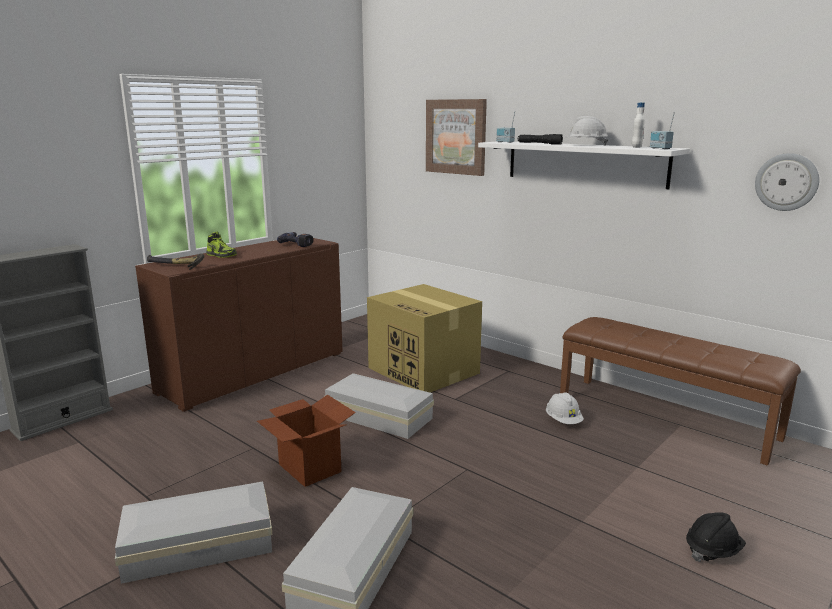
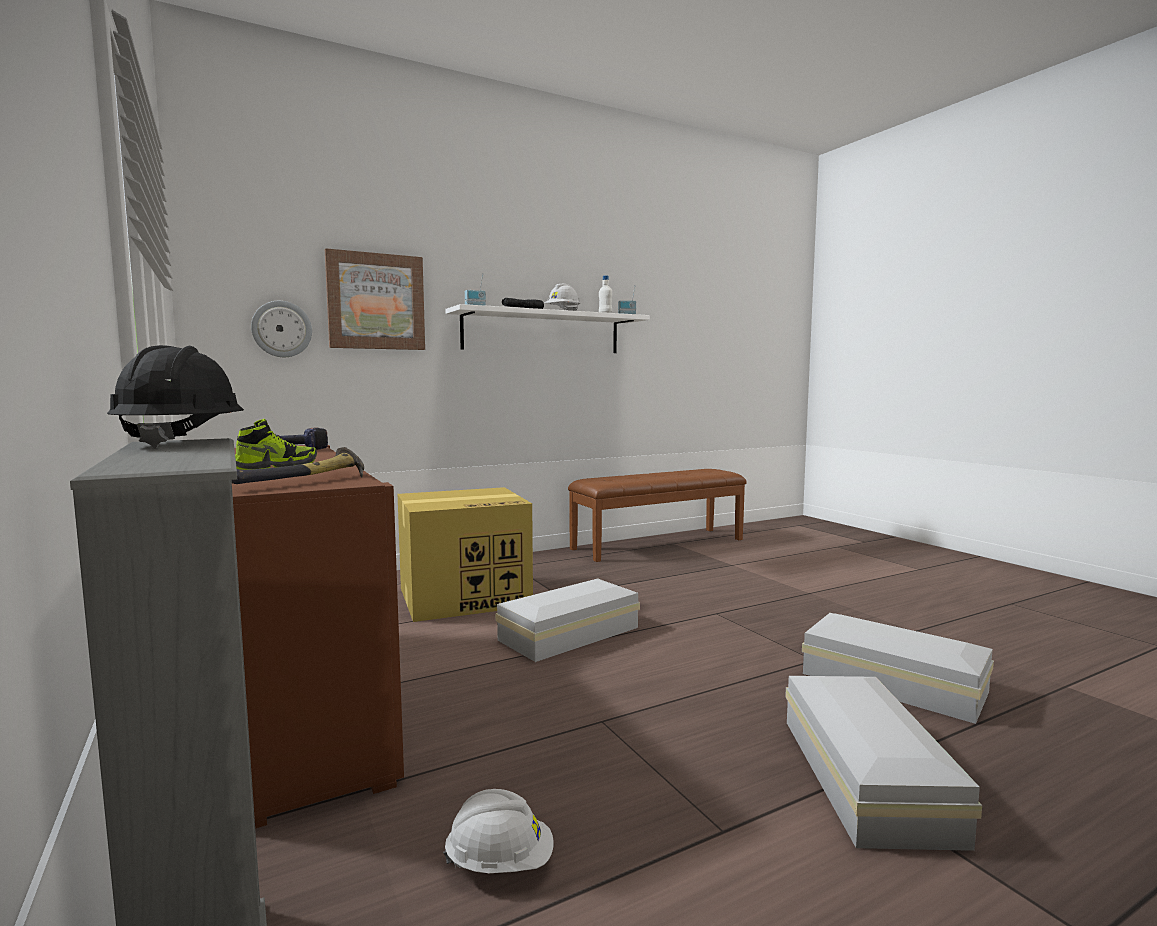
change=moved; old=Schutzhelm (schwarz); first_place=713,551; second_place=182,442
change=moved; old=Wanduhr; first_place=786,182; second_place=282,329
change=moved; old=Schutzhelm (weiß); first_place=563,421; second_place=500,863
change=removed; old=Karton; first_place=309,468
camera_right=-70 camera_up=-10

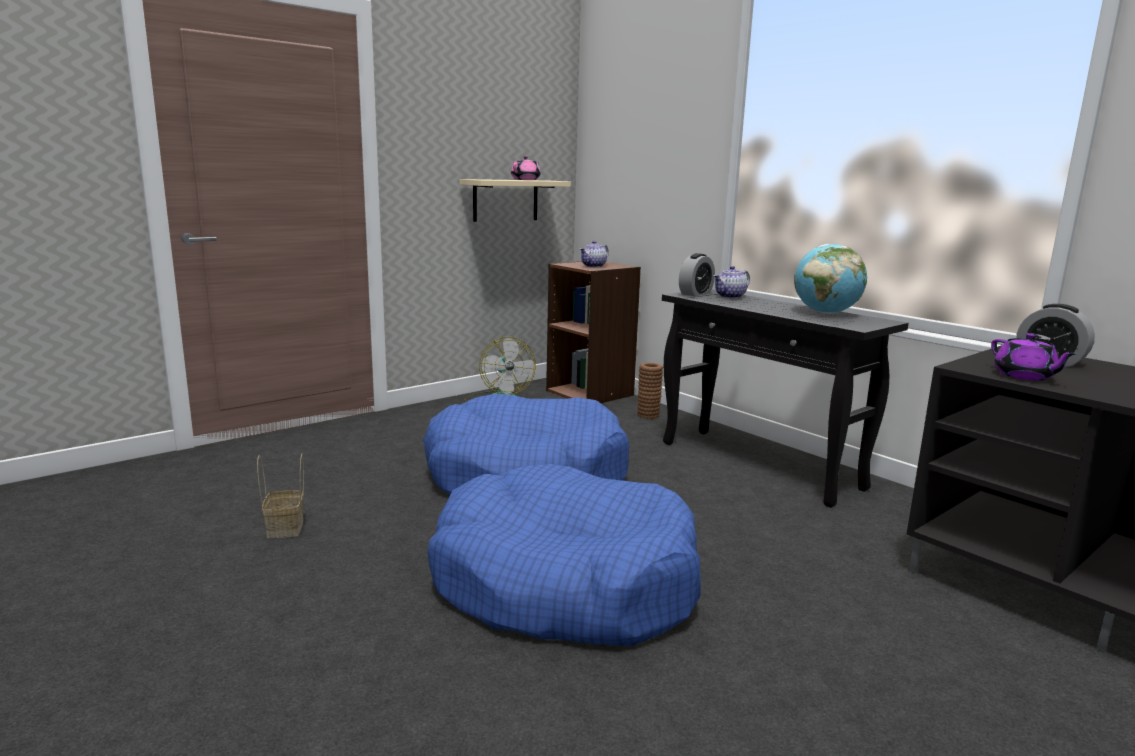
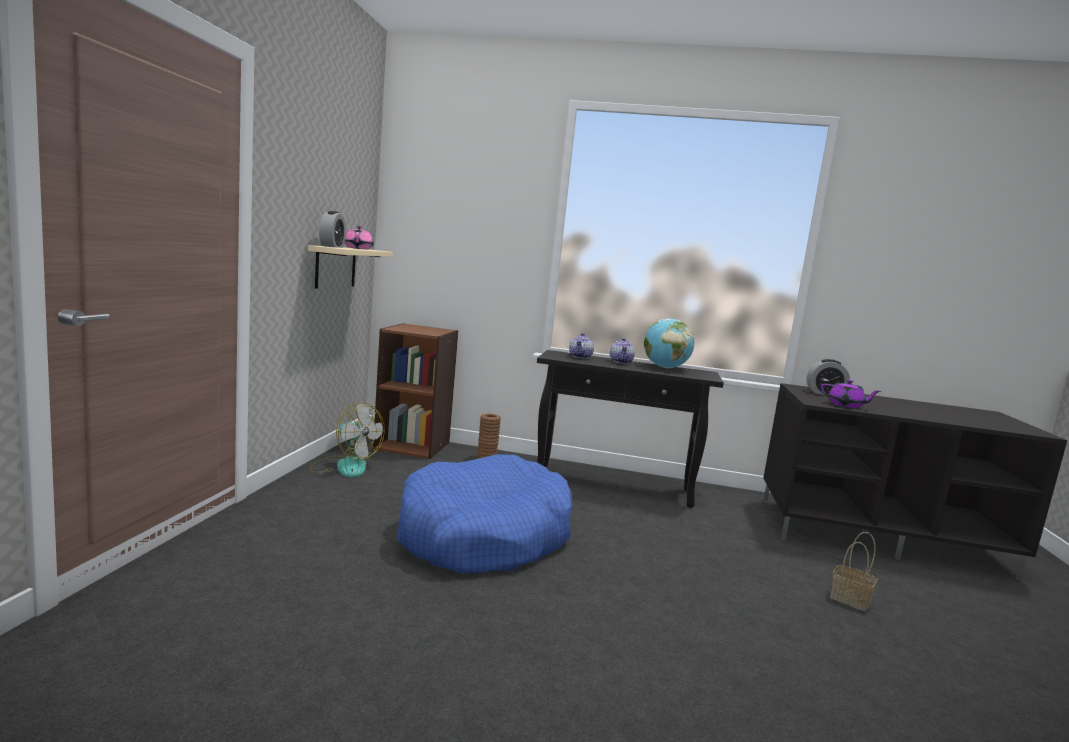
change=moved; old=Wecker; first_place=695,294; second_place=332,246
change=moved; old=Teekanne; first_place=593,266; second_place=621,362
change=moved; old=Korb; first_place=286,528; second_place=851,600
change=removed; old=Hundebett (blau); first_place=564,582
camera_right=-40 camera_up=-5

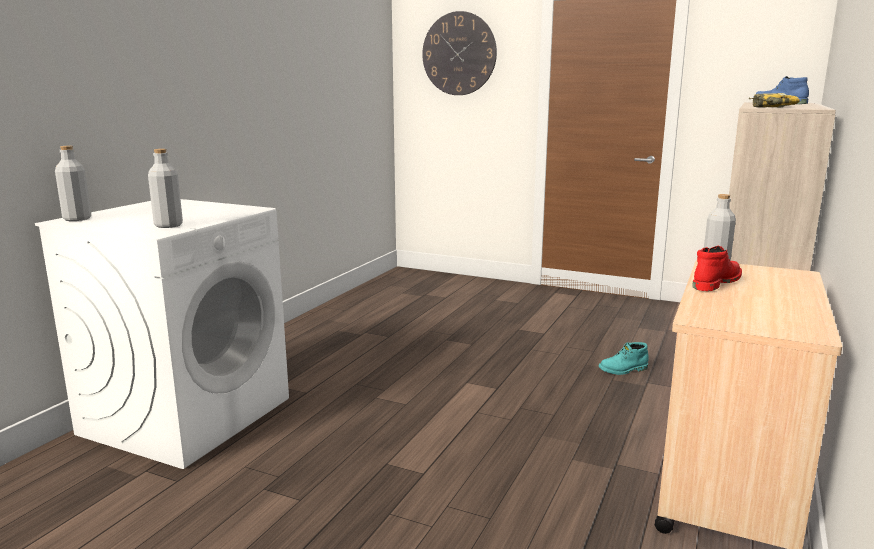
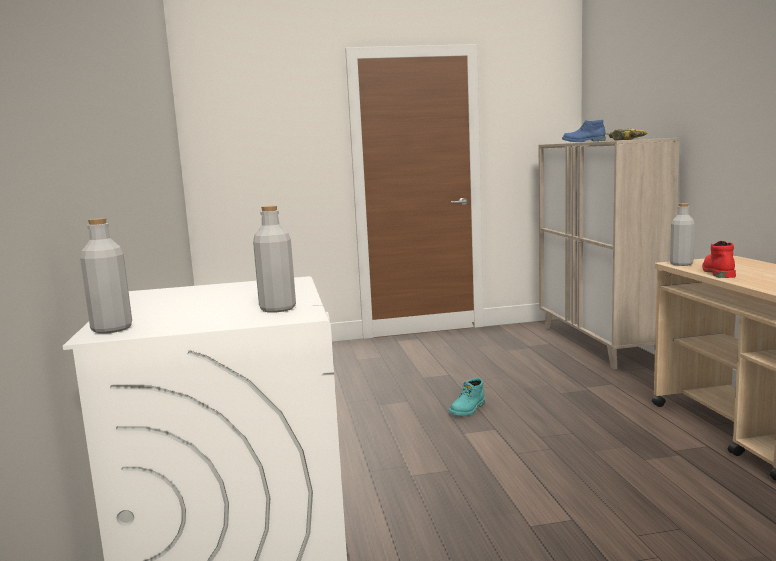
change=moved; old=Stiefel (türkis); first_place=623,370; second_place=468,409
change=removed; old=Wanduhr; first_place=459,54
camera_right=-35 camera_up=-5

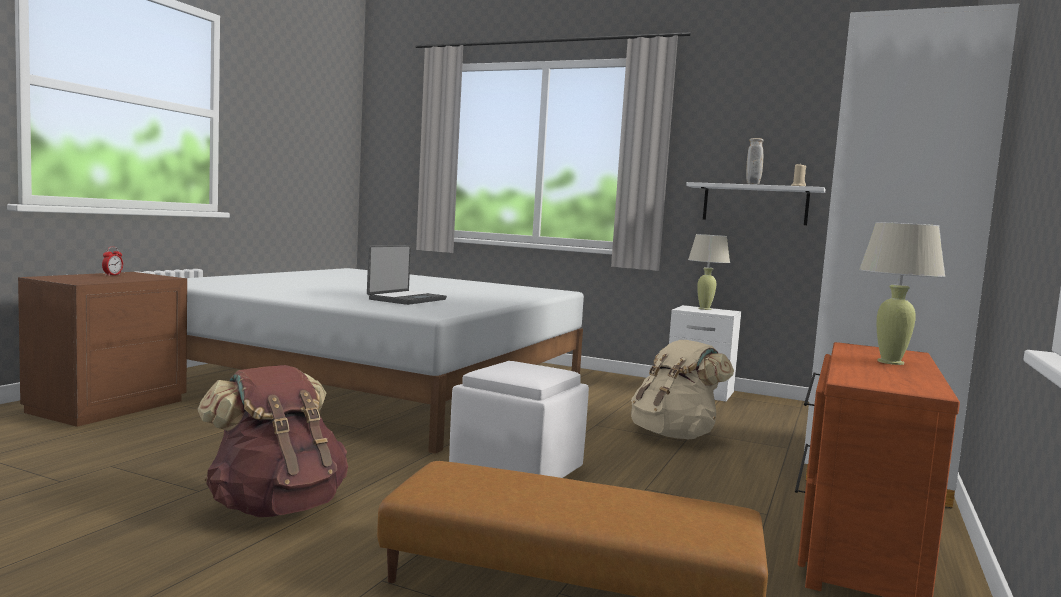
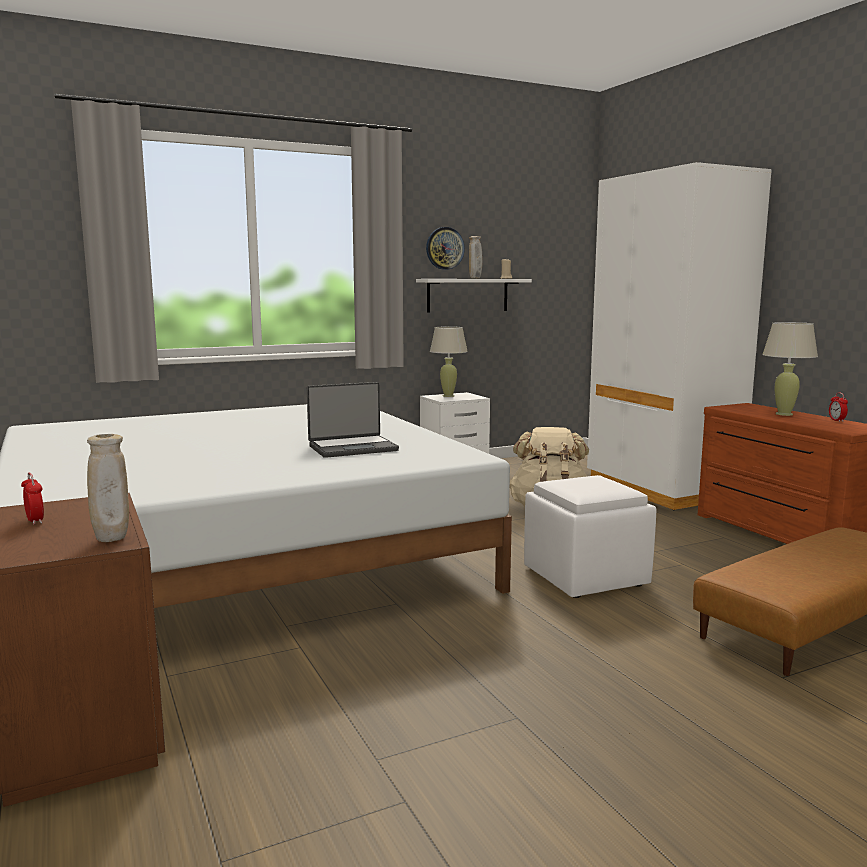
change=added; new=Vase (beige); second_place=112,539
change=turned; old=Laptop; first_place=406,299; second_place=352,448; degrees=90
change=added; new=Wanduhr; second_place=444,248
change=added; new=Wecker; second_place=837,420
change=removed; old=Rucksack (braun); first_place=276,507
camera_right=-50 camera_up=5

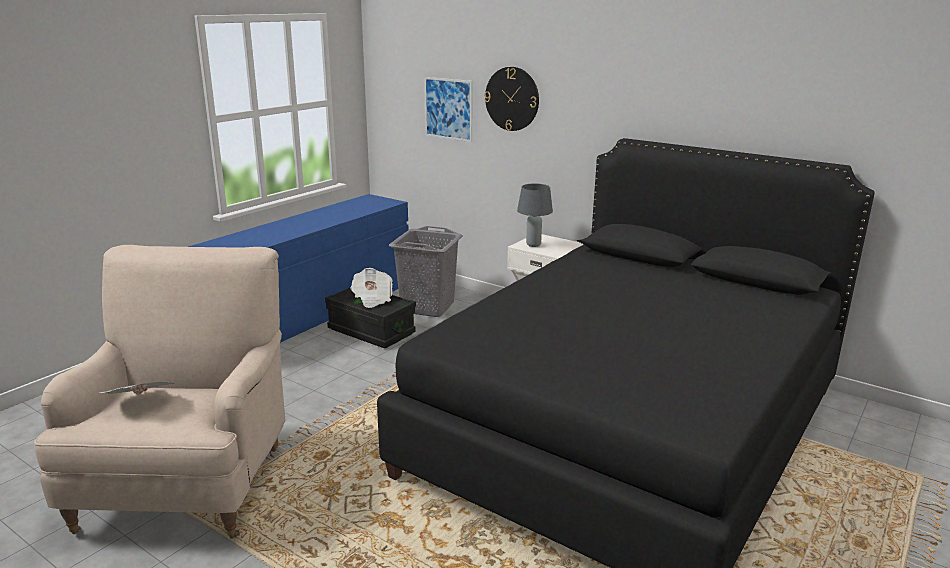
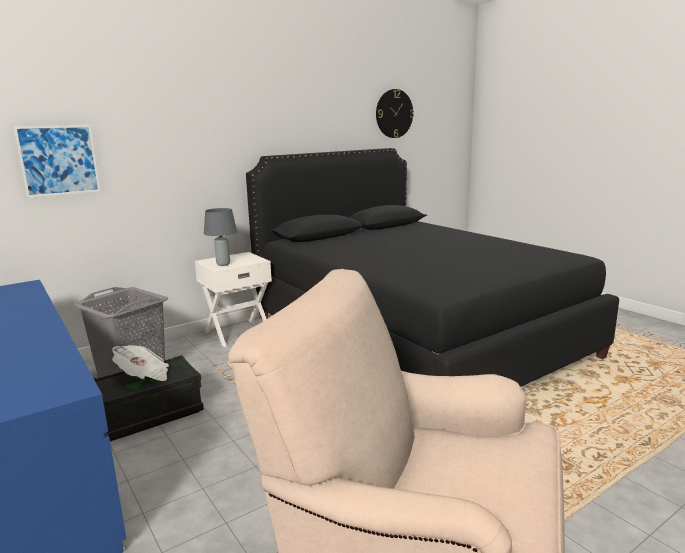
change=moved; old=Wanduhr; first_place=512,99; second_place=394,113
change=removed; old=Zeitung; first_place=142,404
camera_right=-70 camera_up=-5

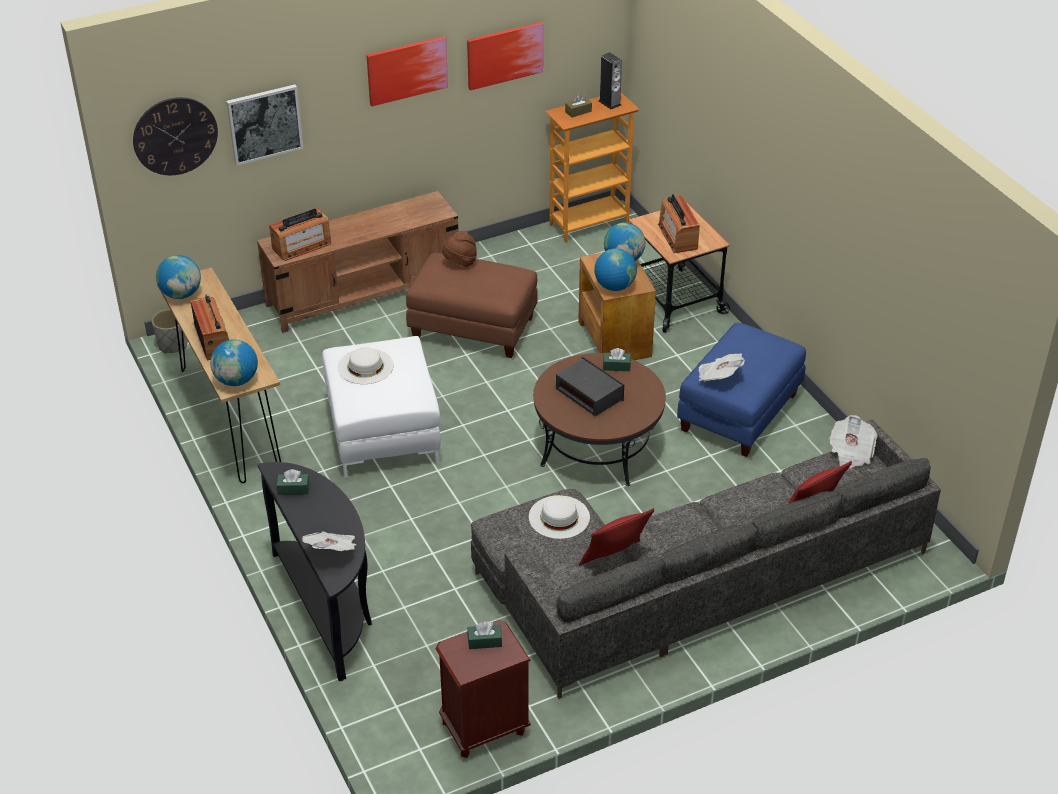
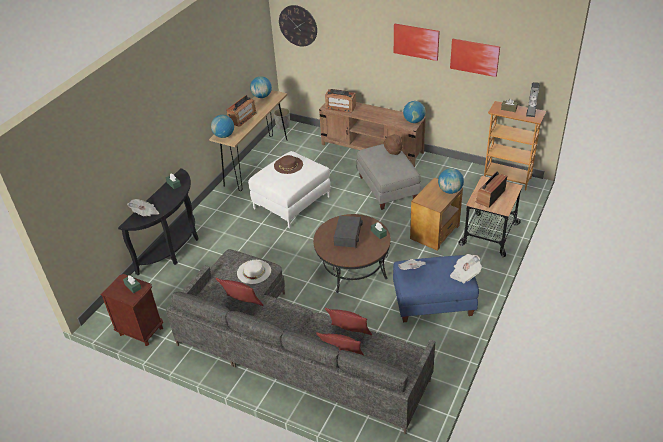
change=recoloured; old=Hut (weiß); new=Hut (braun); first_place=365,366; second_place=288,165
change=added; new=Kissen (rot); second_place=349,334
change=recoloured; old=Polsterhocker (braun); new=Polsterhocker (grau); first_place=474,327; second_place=388,188
change=moved; old=Globus; first_place=614,286; second_place=413,121
change=moved; old=Zeitung; first_place=850,453; second_place=464,274
change=removed; old=Bild; first_place=264,123
camera_right=55 camera_up=0

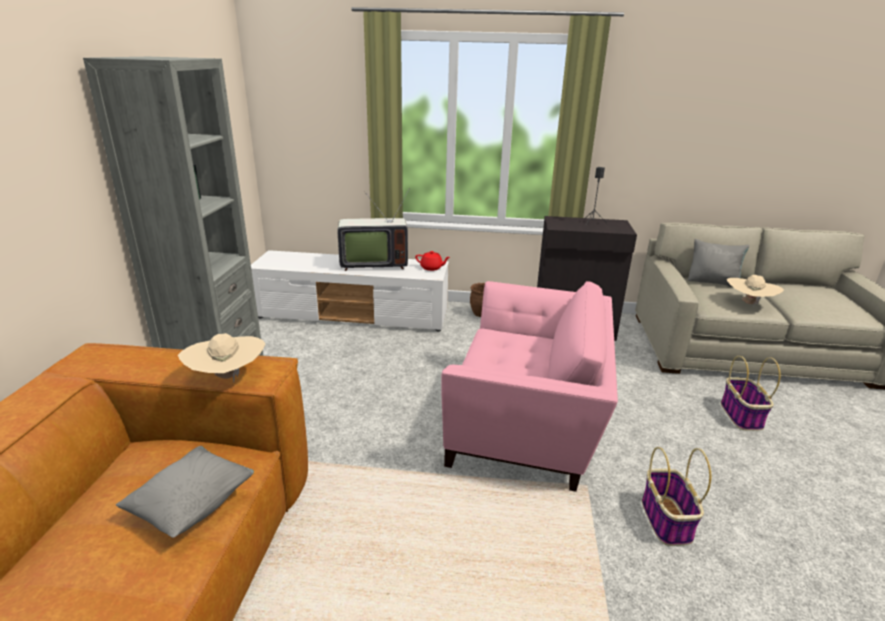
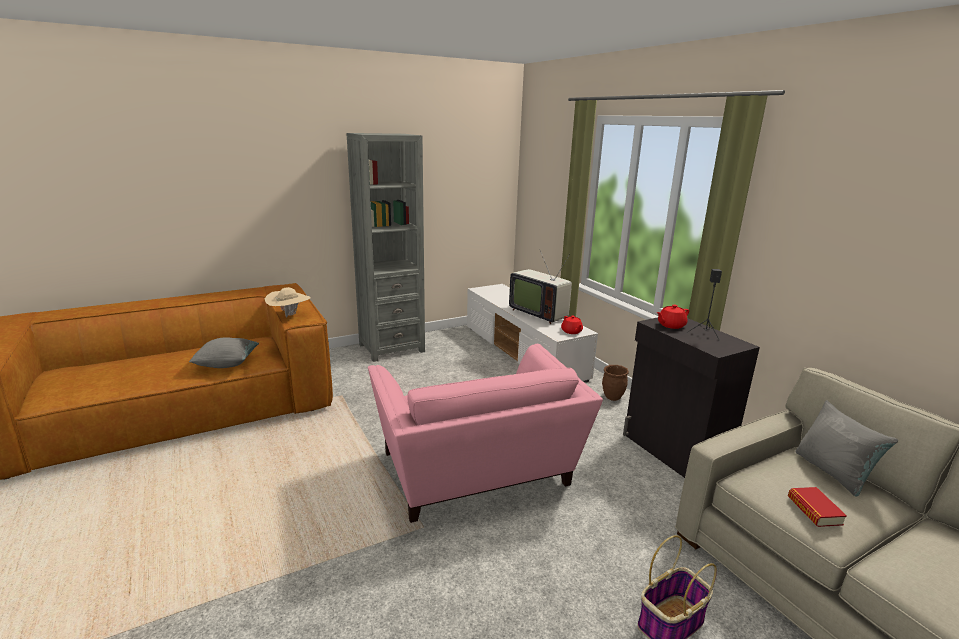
change=added; new=Teekanne (rot); second_place=670,325
change=replaced; old=Hut (beige); new=Buch; first_place=749,303; second_place=814,510
change=removed; old=Korb; first_place=667,521
camera_right=55 camera_up=-5

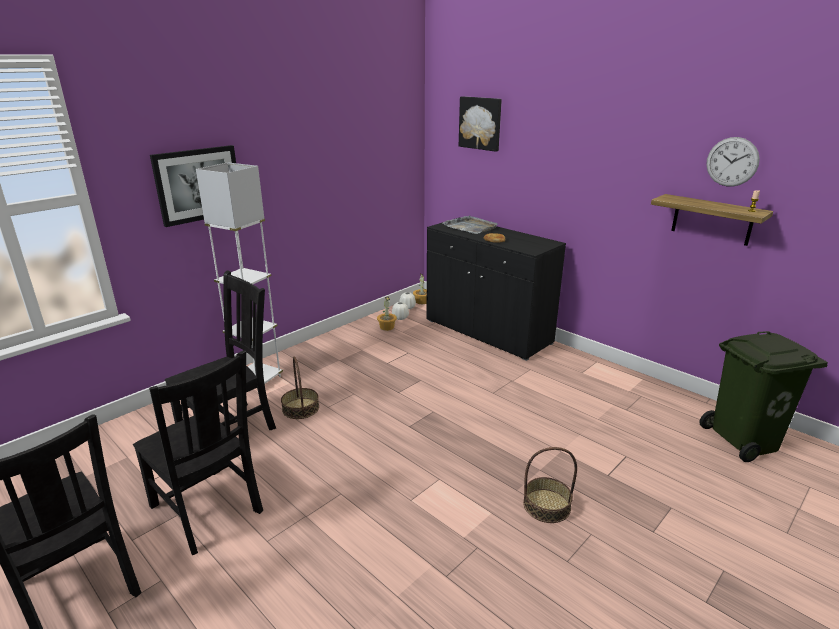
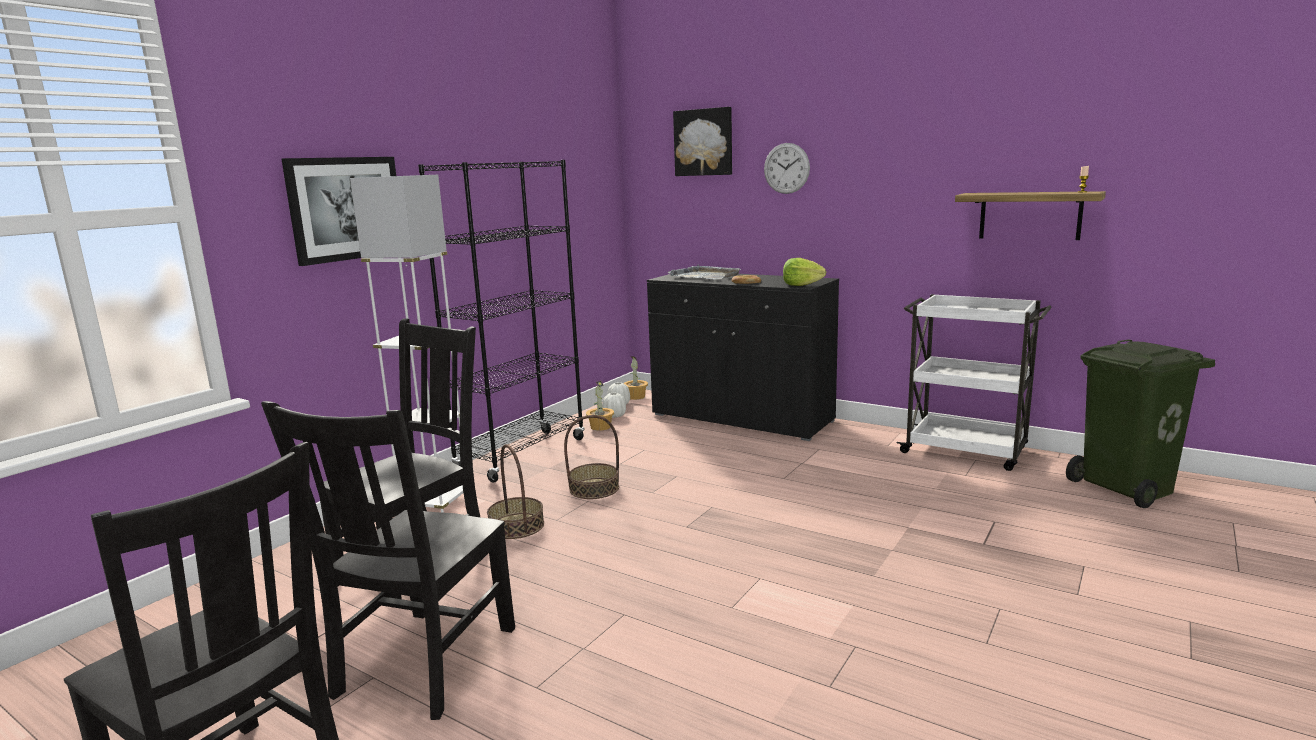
change=turned; old=Stuhl (schwarz); first_place=208,511; second_place=423,664; degrees=75
change=added; new=Bücherregal (schwarz); second_place=522,455
change=moved; old=Korb; first_place=546,505; second_place=594,488
change=moved; old=Wanduhr; first_place=732,162; second_place=786,168
change=added; new=Salatkopf; second_place=801,285
change=added; new=Rollwagen (weiß); second_place=966,451
camera_right=-10 camera_up=-10

